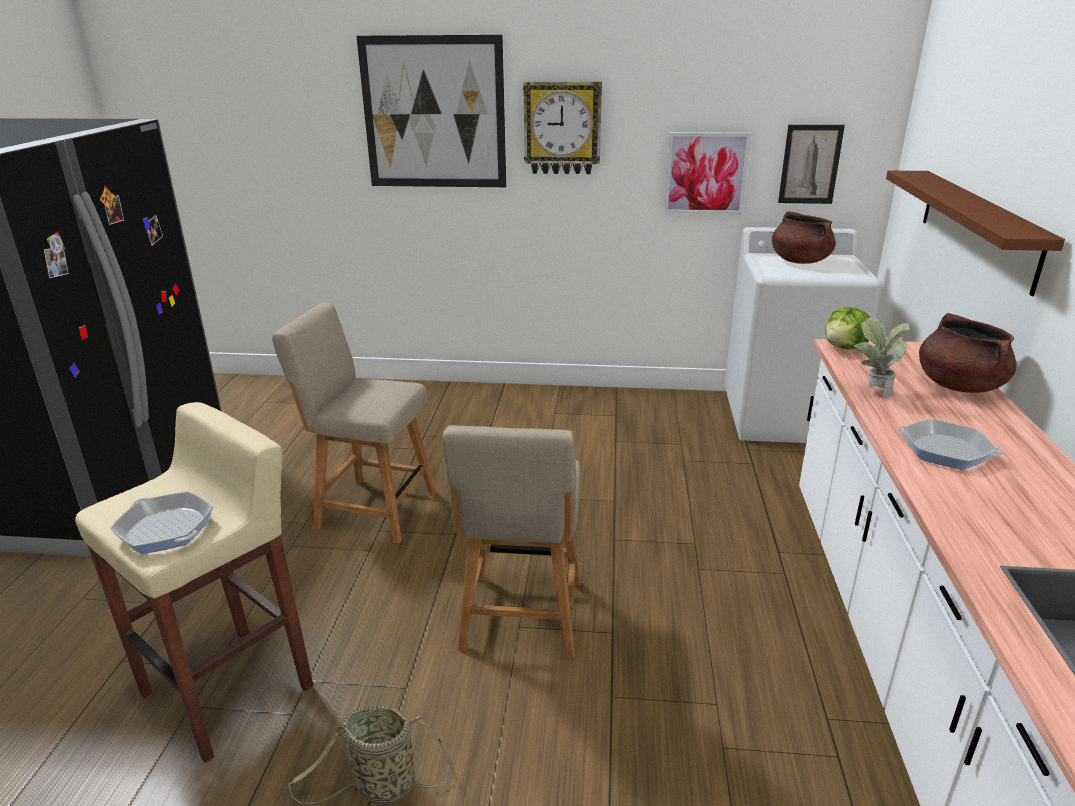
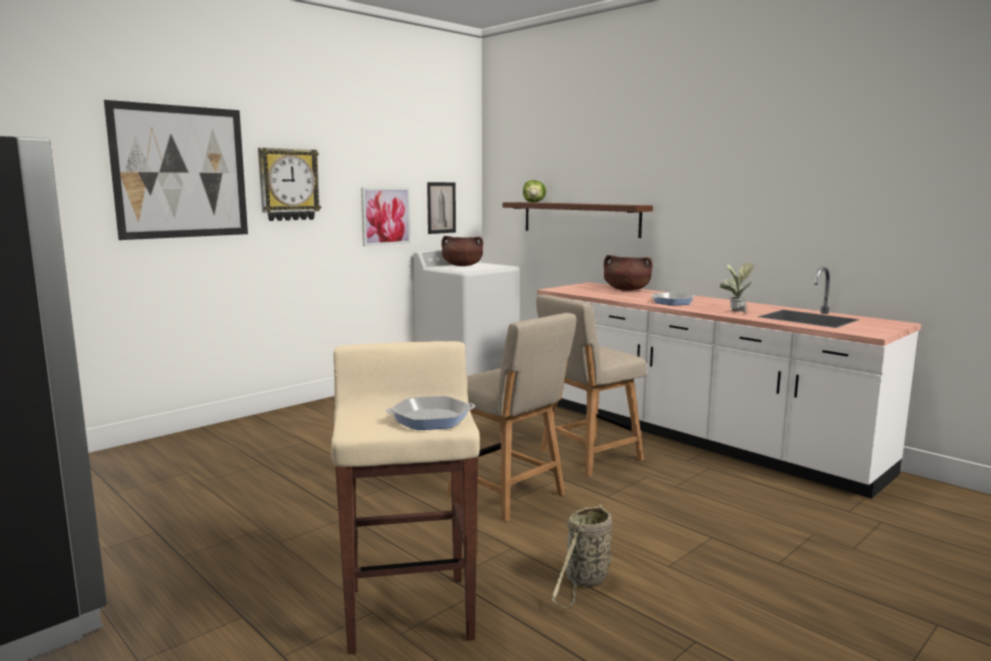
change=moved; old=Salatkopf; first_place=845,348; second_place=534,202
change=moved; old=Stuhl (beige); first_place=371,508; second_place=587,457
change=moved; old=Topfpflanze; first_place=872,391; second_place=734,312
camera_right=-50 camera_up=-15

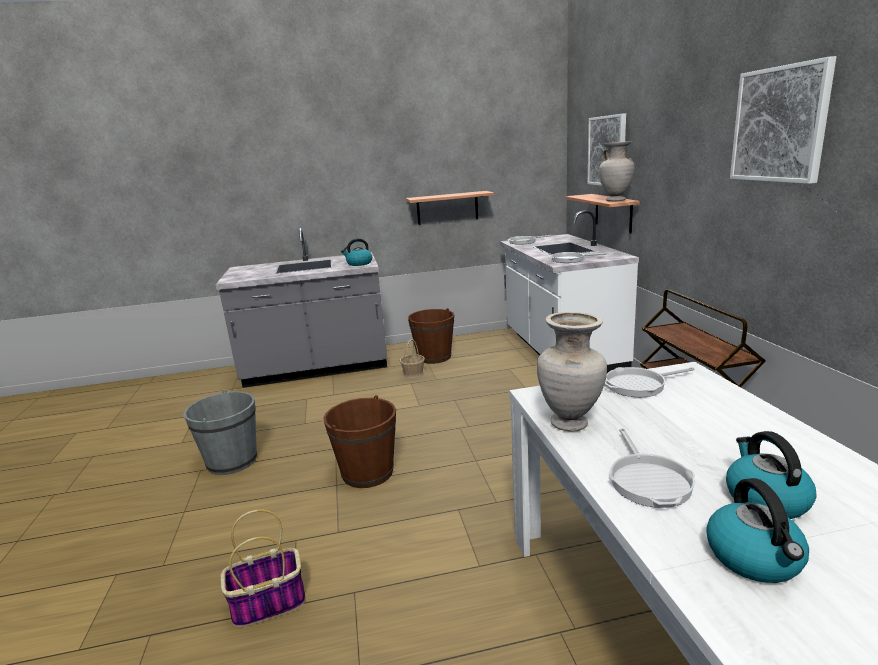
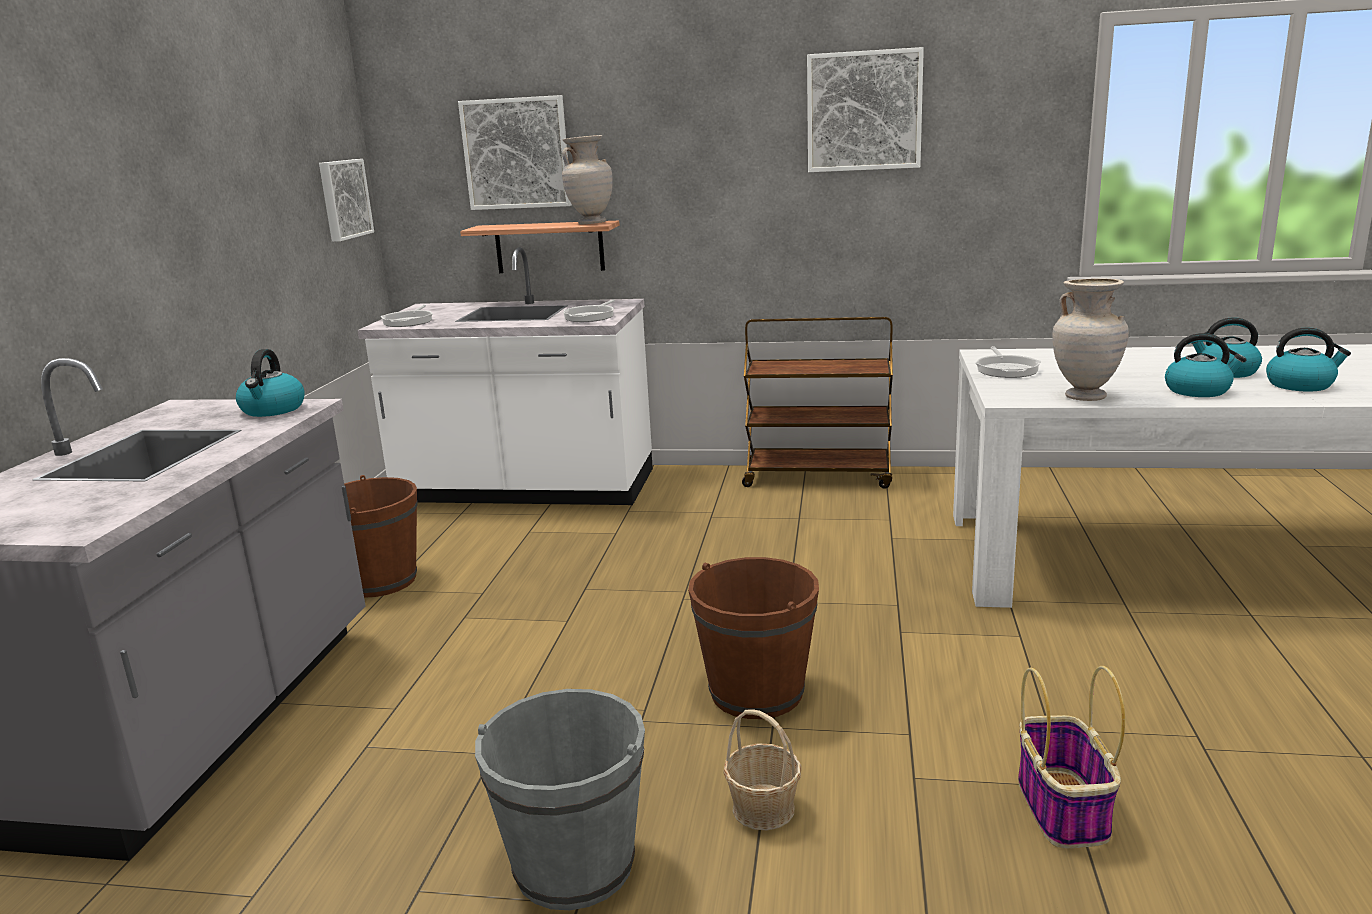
change=added; new=Bild; second_place=343,199
change=moved; old=Korb; first_place=413,374; second_place=763,808
change=replaced; old=Pfanne; new=Wasserkessel; first_place=648,480; second_place=1198,391
change=removed; old=Wandregal; first_place=447,208
camera_right=-70 camera_up=0

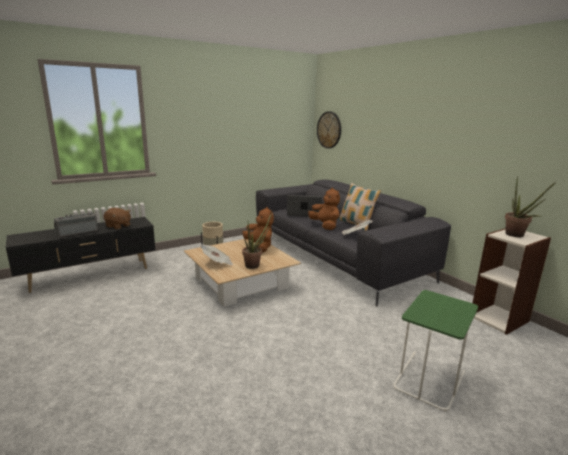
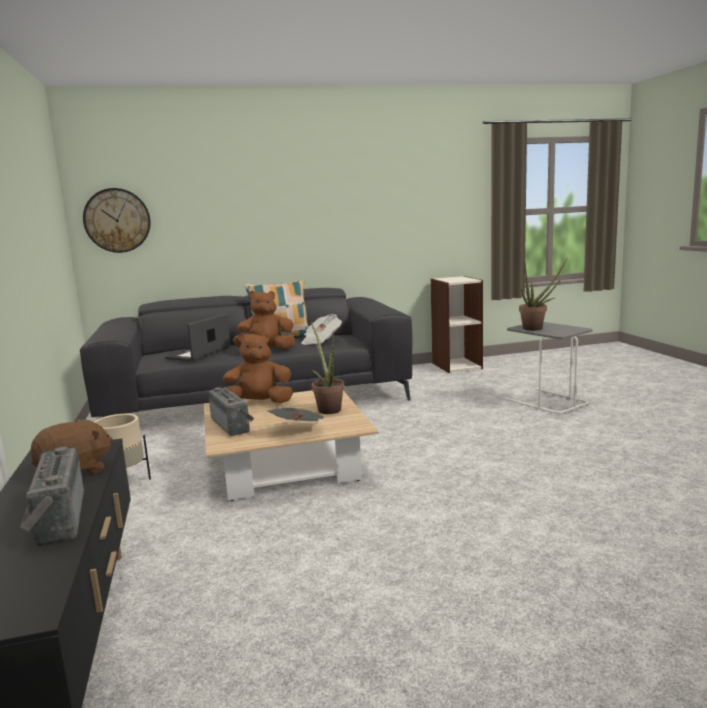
change=added; new=Radio; second_place=233,425
change=recoloured; old=Beistelltisch (grün); new=Beistelltisch (grau); first_place=428,379; second_place=545,401
change=moved; old=Topfpflanze; first_place=517,236; second_place=537,328
camera_right=-70 camera_up=-5

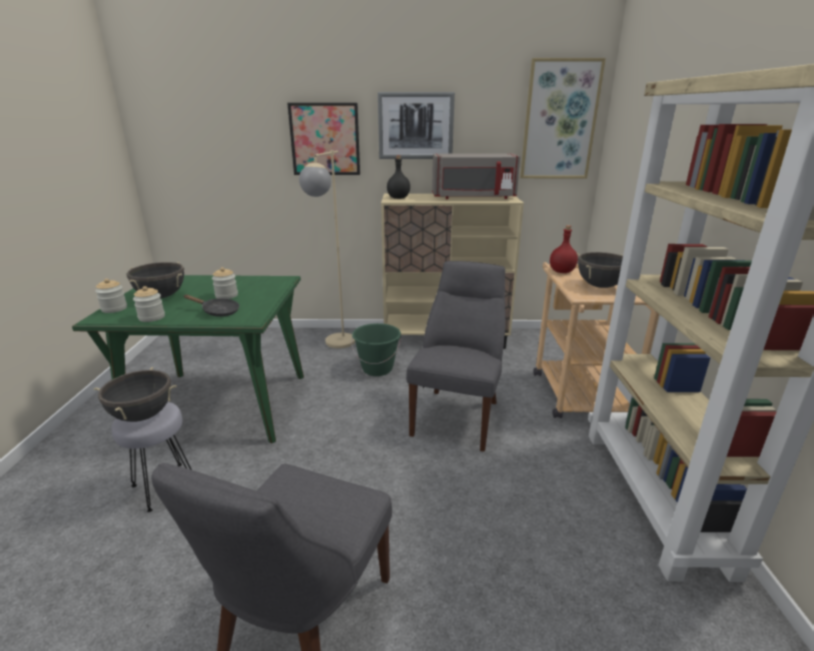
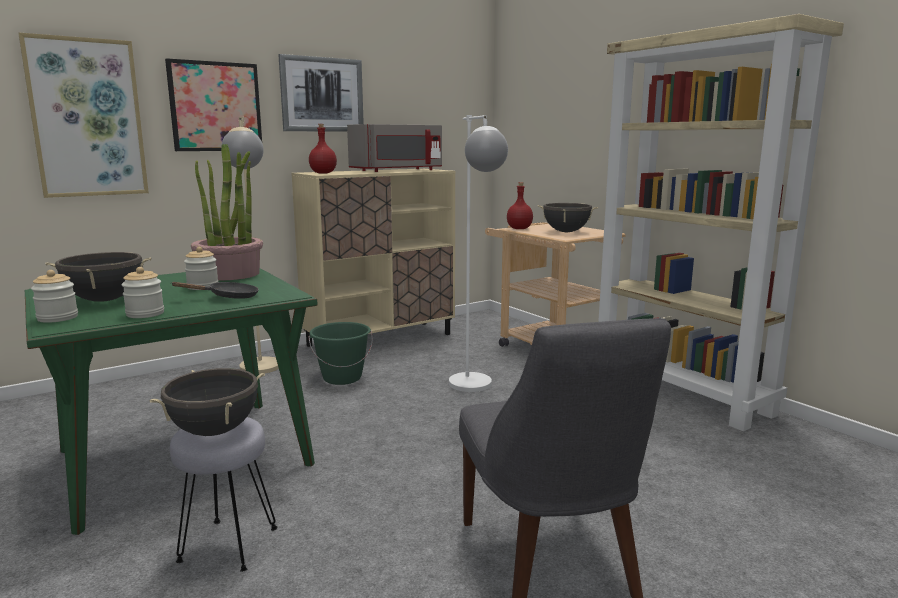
change=moved; old=Bild; first_place=559,121; second_place=87,118
change=added; new=Topfpflanze; second_place=230,274
change=recoloured; old=Flasche (schwarz); new=Flasche (rot); first_place=398,198; second_place=323,173
change=replaced; old=Stuhl (grau); new=Stehlampe (weiß); first_place=457,415; second_place=475,389
camera_right=-35 camera_up=-10

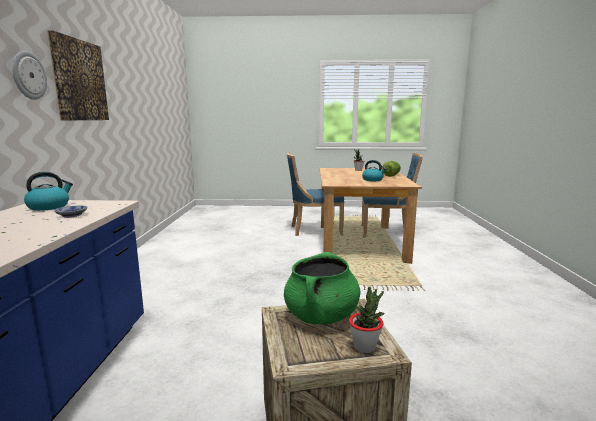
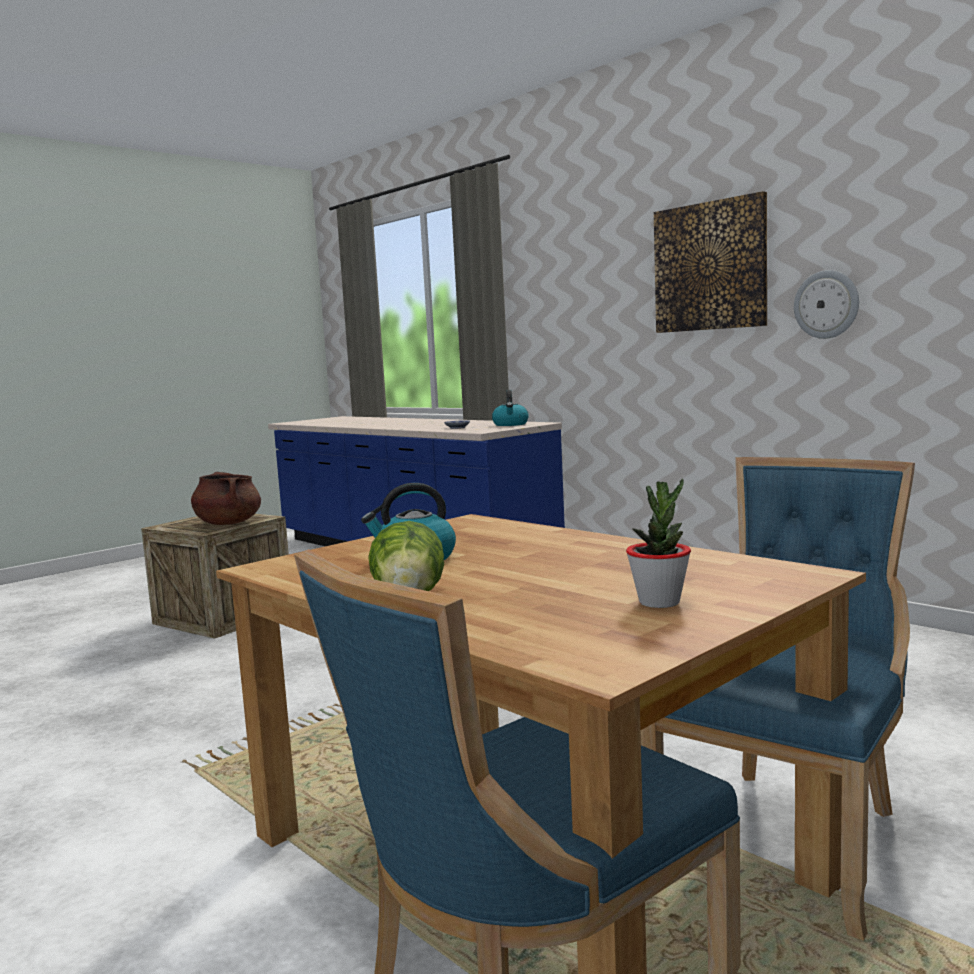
change=recoloured; old=Kochtopf (grün); new=Kochtopf (braun); first_place=321,316; second_place=228,523
change=moved; old=Wanduhr; first_place=28,75; second_place=826,304
change=removed; old=Topfpflanze; first_place=364,347
camera_right=135 camera_up=-5

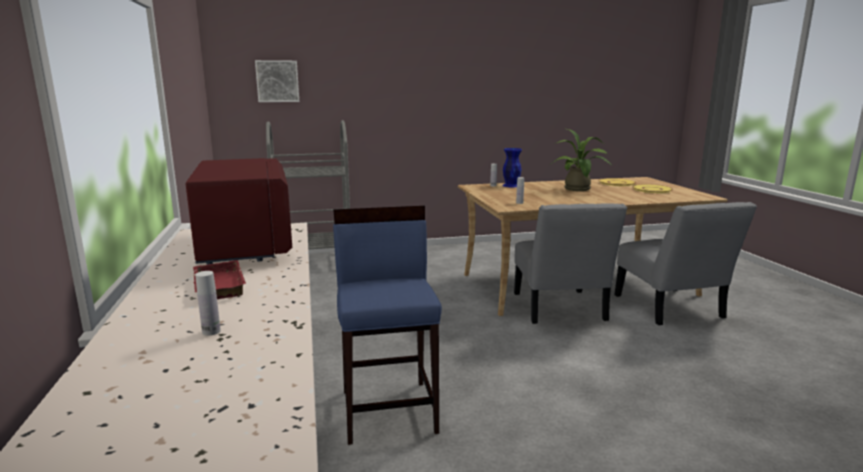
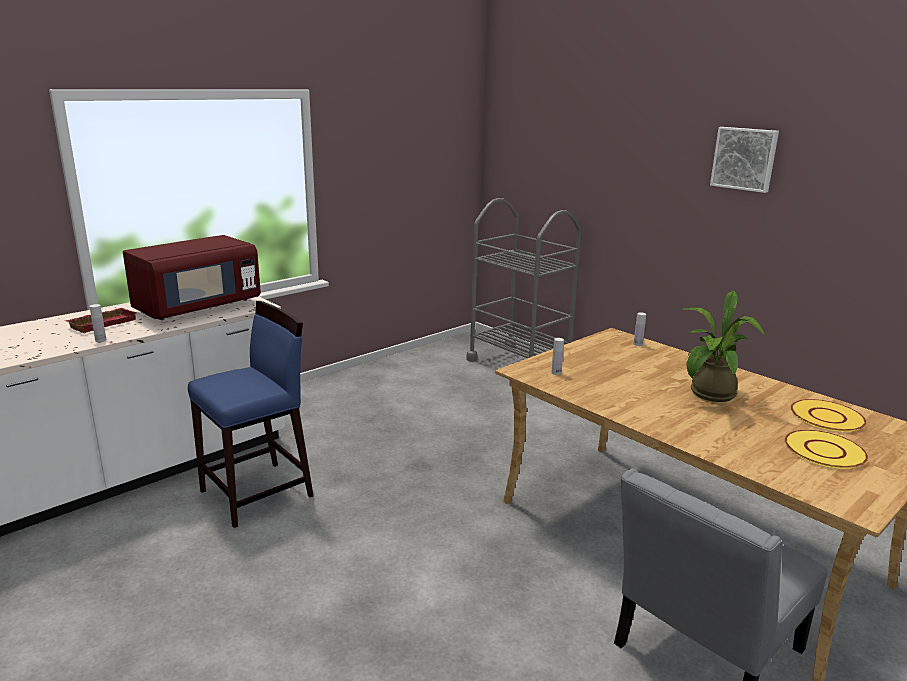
change=moved; old=Flasche (weiß); first_place=211,331; second_place=100,340
change=moved; old=Bild; first_place=277,81; second_place=744,159
change=removed; old=Vase (blau); first_place=511,185
change=removed; old=Stuhl (grau); first_place=560,309
camera_right=60 camera_up=5

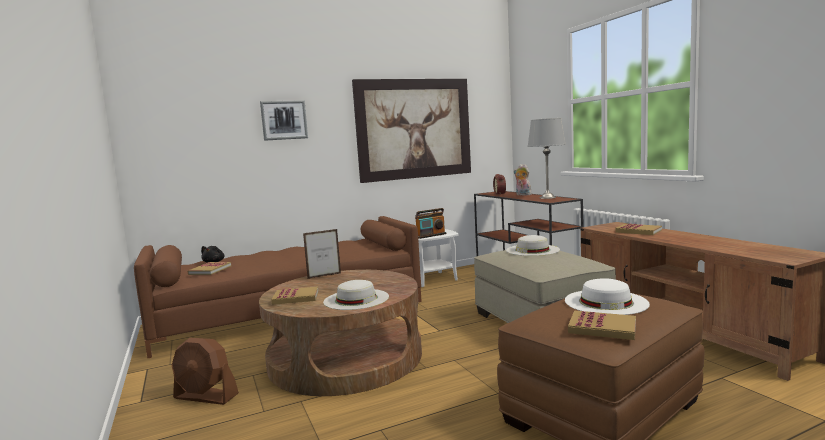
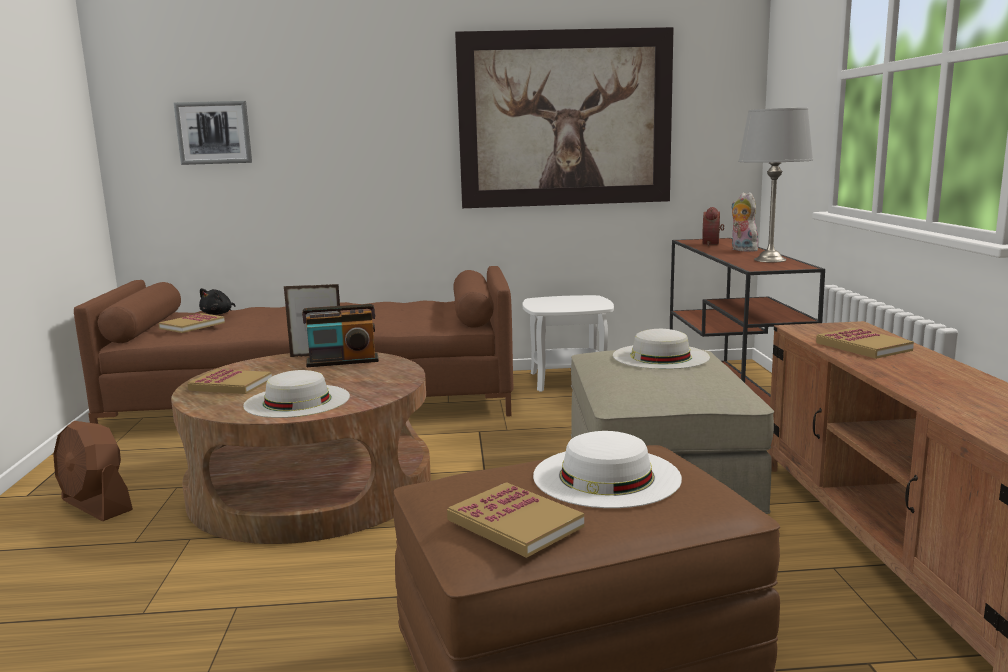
change=moved; old=Bild; first_place=284,120; second_place=214,133
change=moved; old=Radio; first_place=430,235; second_place=342,361
camera_right=20 camera_up=5

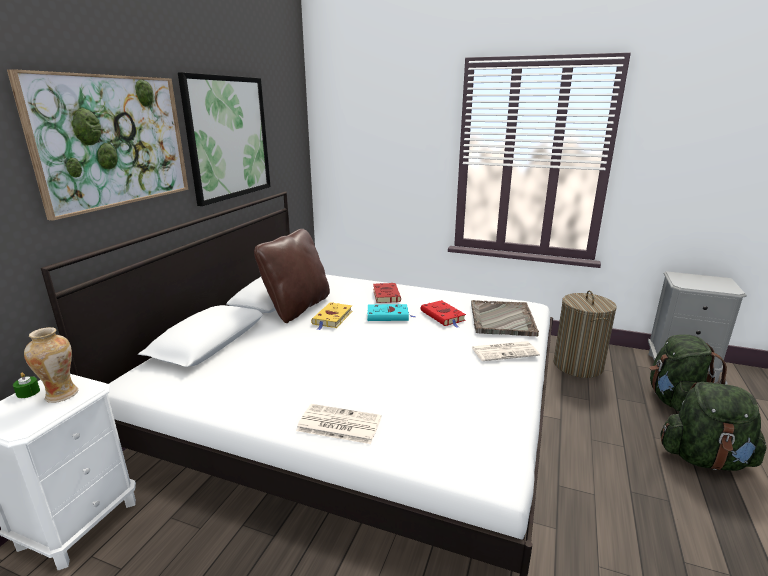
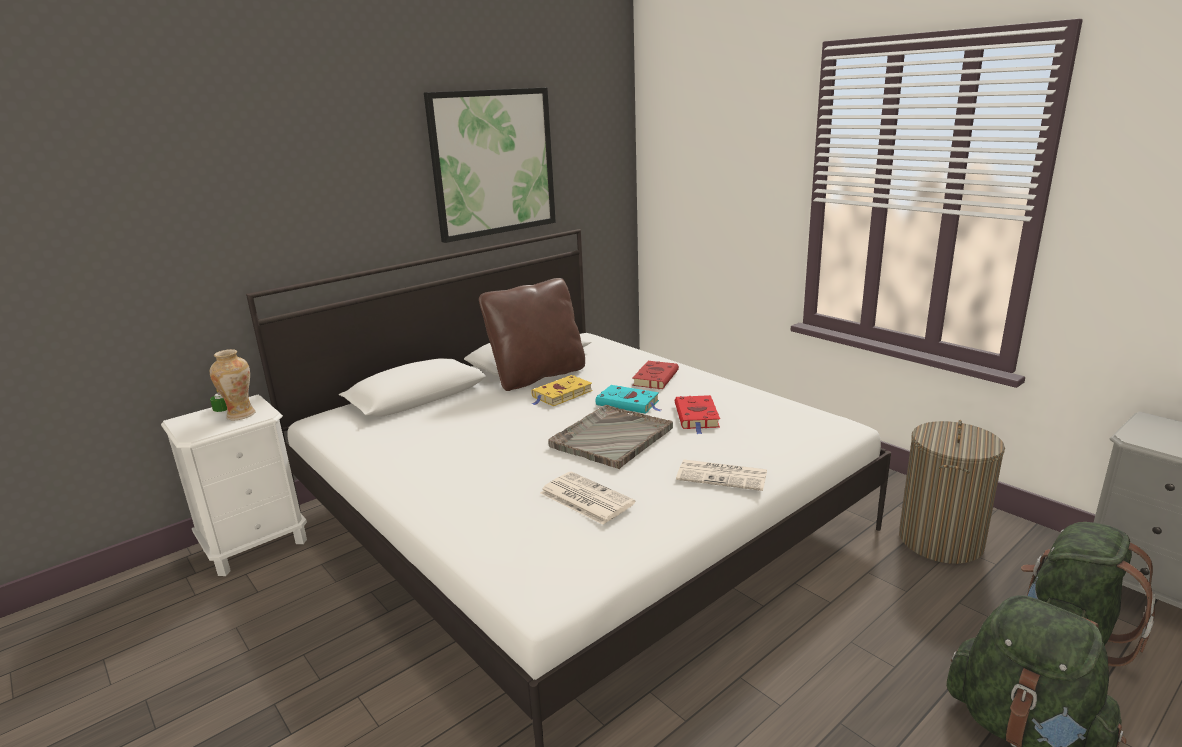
change=moved; old=Zeitung; first_place=338,424; second_place=585,498
change=moved; old=Tablett (grau); first_place=502,319; second_place=611,438
change=removed; old=Bild; first_place=112,141
camera_right=30 camera_up=0

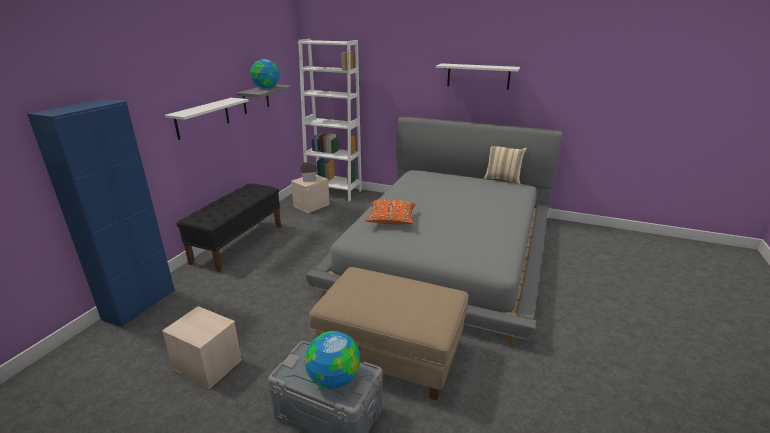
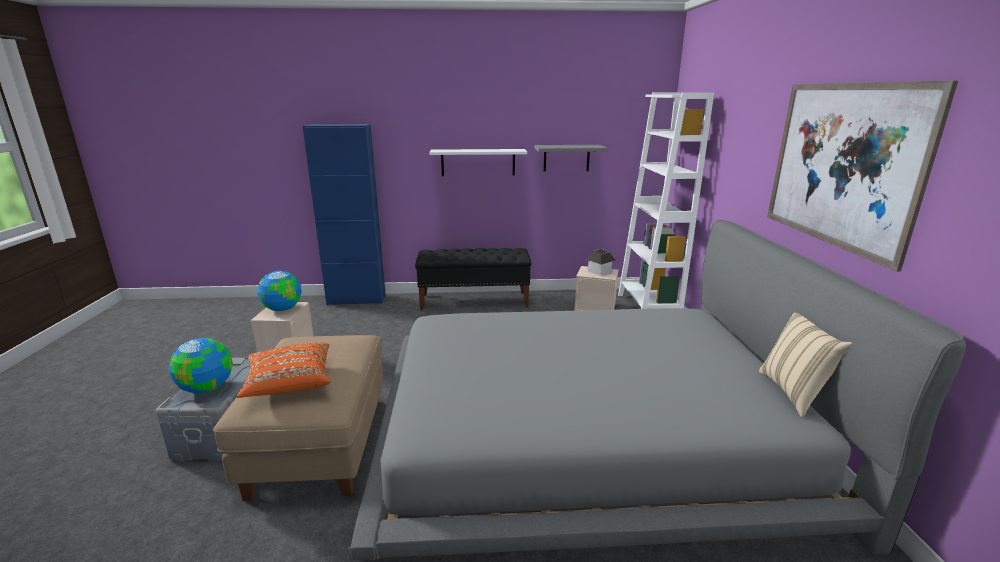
change=moved; old=Kissen (orange); first_place=391,220; second_place=289,383
change=moved; old=Globus; first_place=266,88; second_place=282,309
change=replaced; old=Wandregal (weiß); new=Bild; first_place=478,76; second_place=841,165
camera_right=65 camera_up=-5

